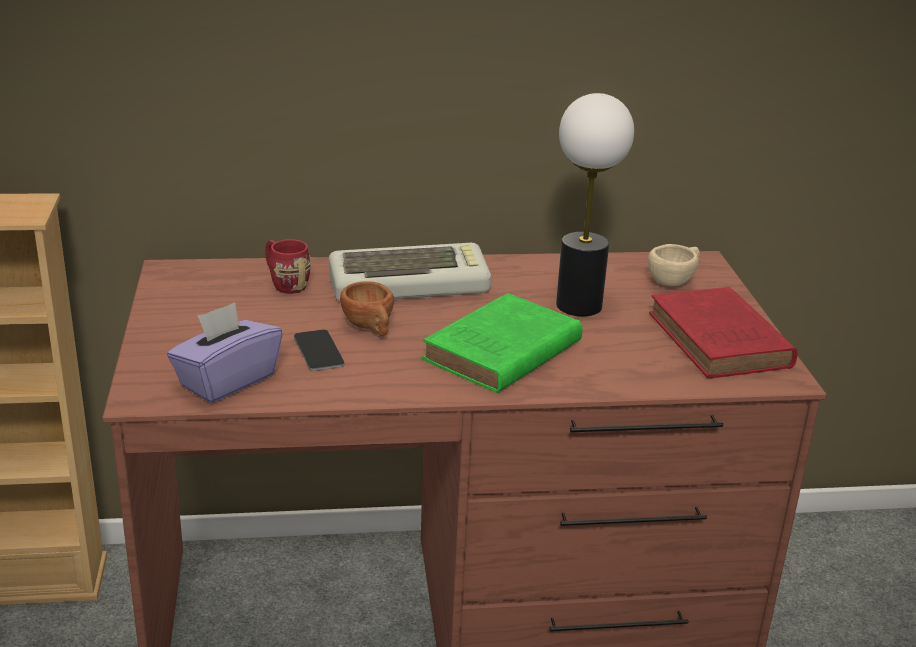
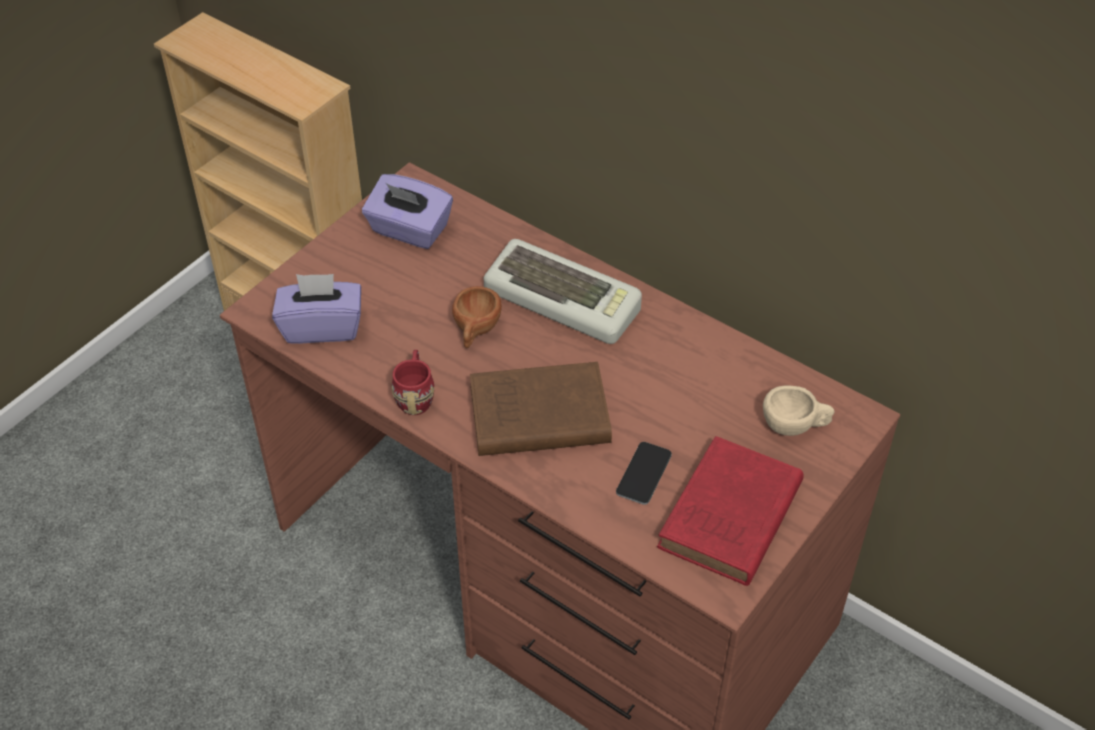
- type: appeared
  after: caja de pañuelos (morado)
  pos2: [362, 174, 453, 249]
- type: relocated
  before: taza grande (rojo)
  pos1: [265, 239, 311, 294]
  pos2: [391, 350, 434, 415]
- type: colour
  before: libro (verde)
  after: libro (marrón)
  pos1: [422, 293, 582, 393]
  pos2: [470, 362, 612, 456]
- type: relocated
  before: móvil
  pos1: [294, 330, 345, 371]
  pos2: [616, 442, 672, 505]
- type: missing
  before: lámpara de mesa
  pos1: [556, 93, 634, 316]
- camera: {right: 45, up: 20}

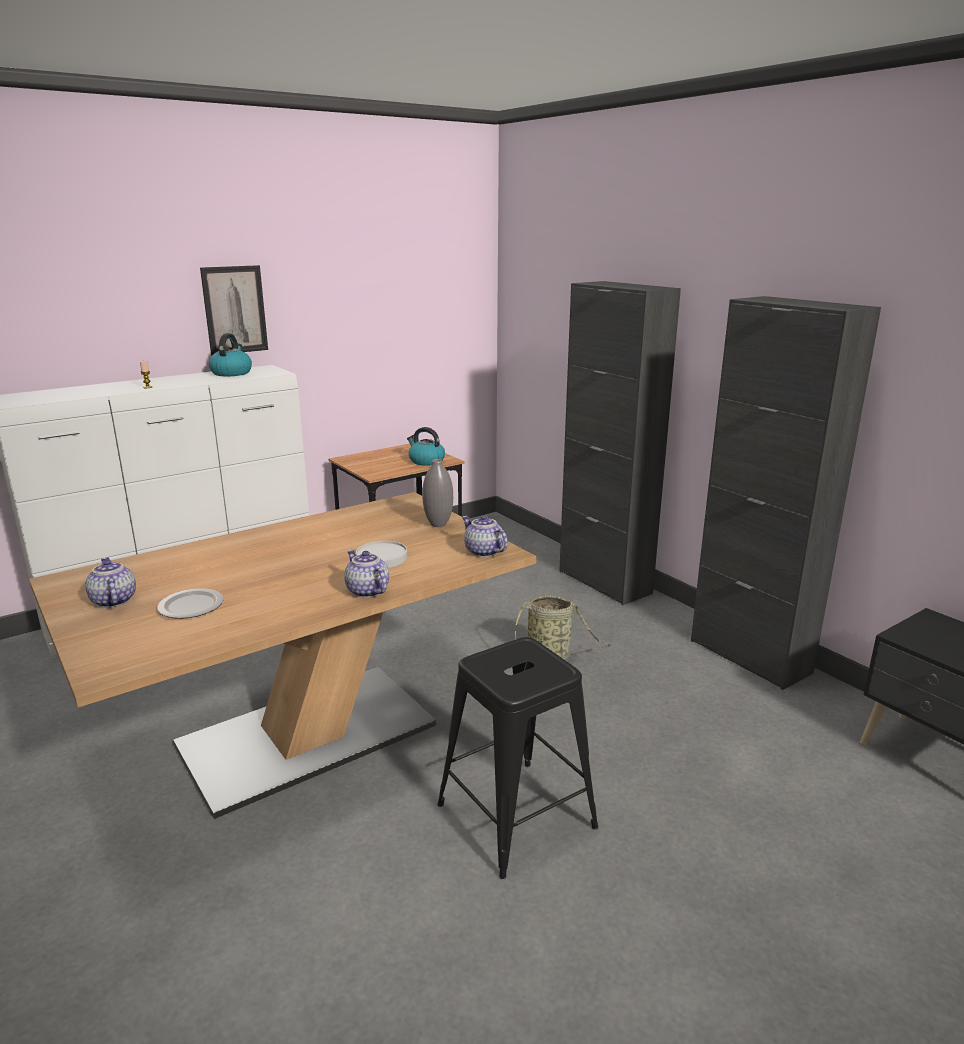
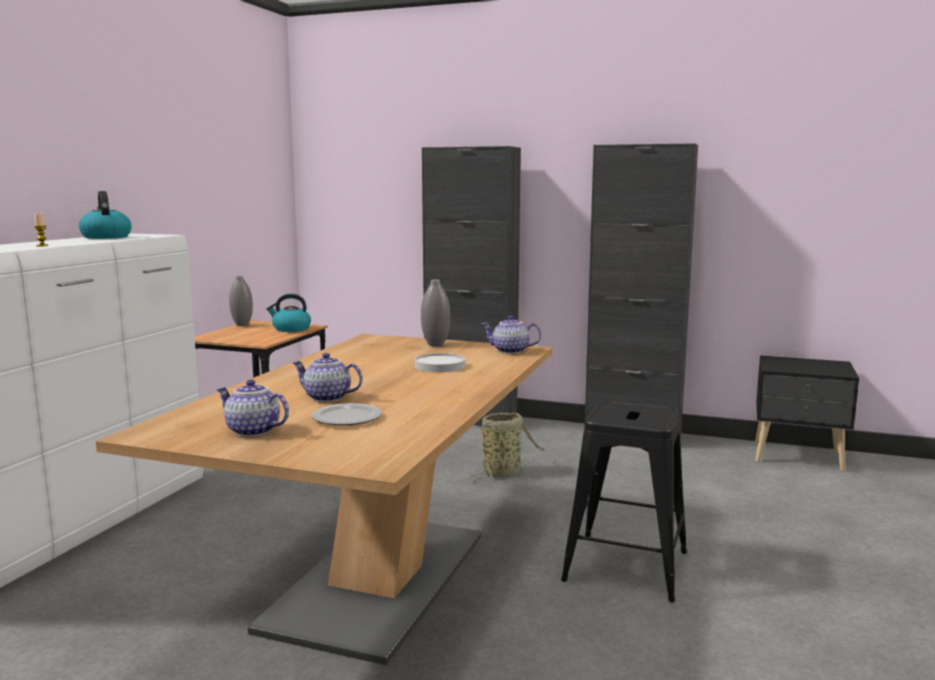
- type: appeared
  after: florero (gris)
  pos2: [229, 276, 253, 326]
- type: relocated
  before: tetera
  pos1: [344, 550, 389, 598]
  pos2: [292, 353, 363, 402]
- type: missing
  before: cuadro
  pos1: [200, 265, 268, 355]
- camera: {right: -35, up: -10}

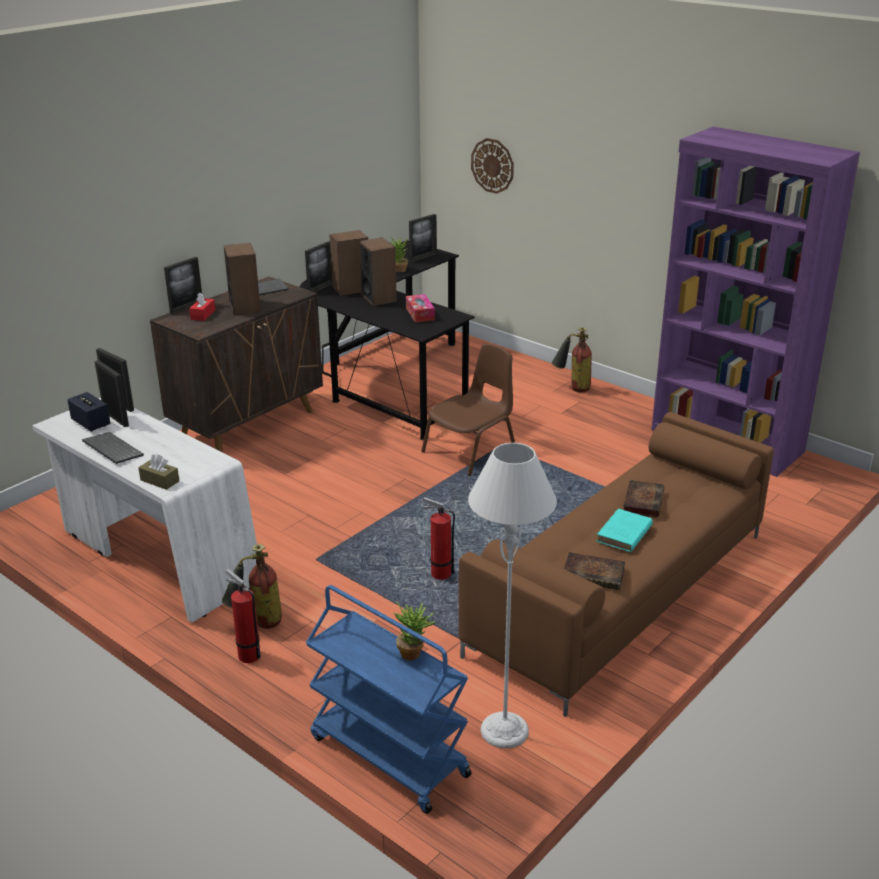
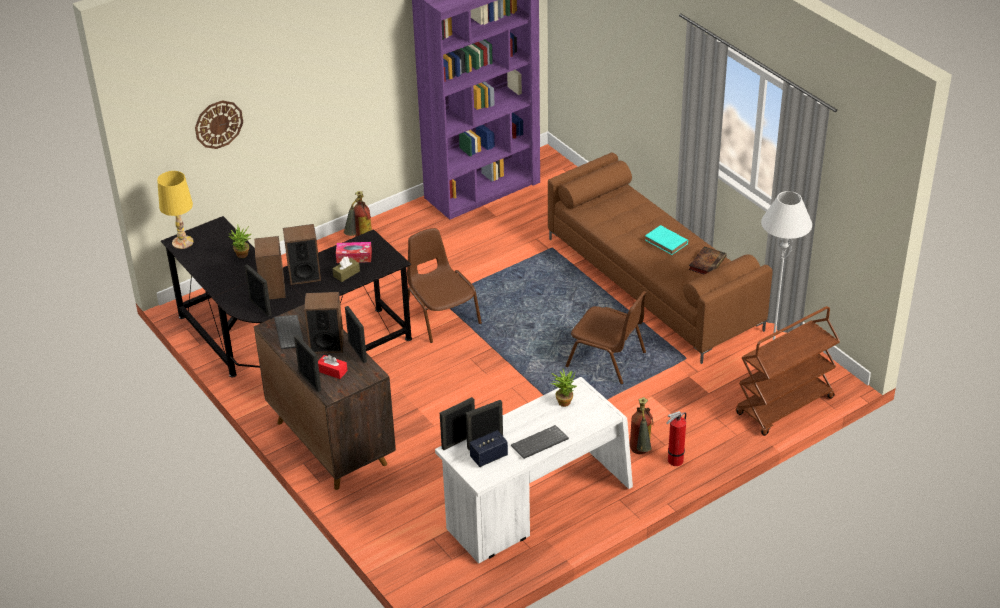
- type: appeared
  after: lámpara de mesa (amarillo)
  pos2: [157, 171, 194, 249]
- type: relocated
  before: caja de pañuelos (marrón)
  pos1: [138, 454, 179, 490]
  pos2: [332, 256, 360, 282]
- type: relocated
  before: portarretratos
  pos1: [409, 214, 437, 262]
  pos2: [345, 306, 367, 363]
- type: relocated
  before: planta en maceta
  pos1: [394, 601, 436, 661]
  pos2: [551, 369, 577, 407]
- type: exchanged
  before: extintor
  after: silla (marrón)
  pos1: [421, 497, 455, 580]
  pos2: [566, 291, 647, 384]
- type: colour
  before: carrito (azul)
  after: carrito (marrón)
  pos1: [306, 585, 472, 814]
  pos2: [736, 306, 840, 436]
- type: missing
  before: libro
  pos1: [623, 480, 664, 518]
- camera: {right: -75, up: 10}

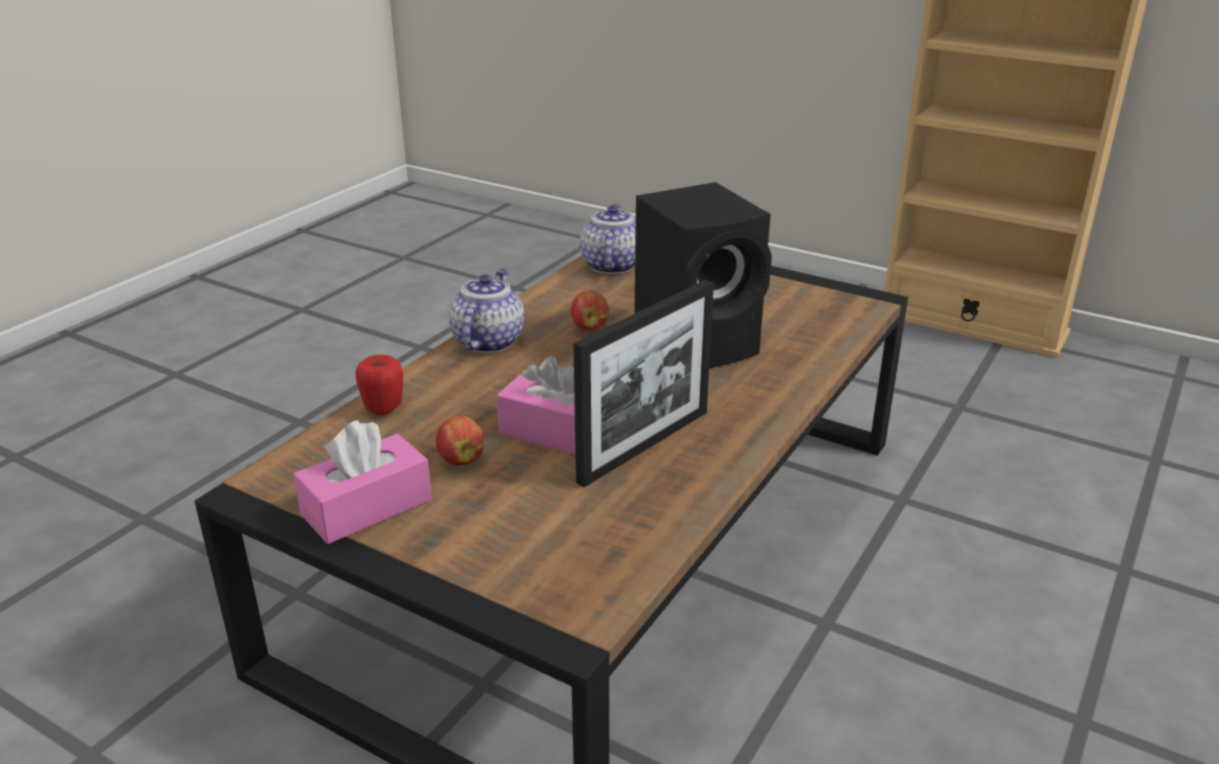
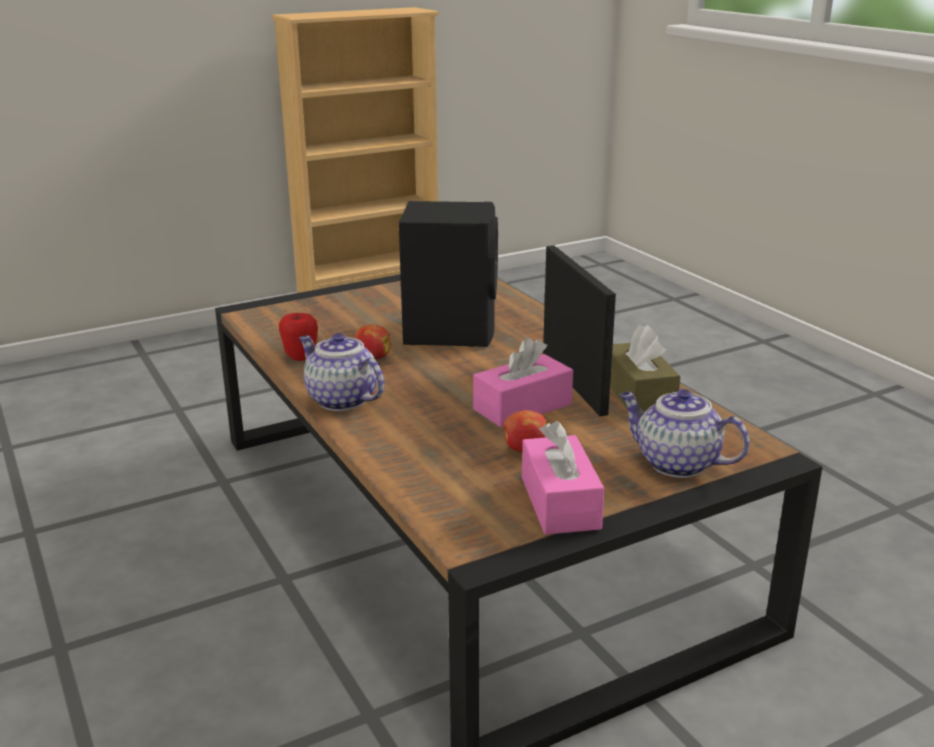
- type: relocated
  before: manzana
  pos1: [355, 355, 403, 415]
  pos2: [279, 313, 318, 361]
- type: appeared
  after: caja de pañuelos (marrón)
  pos2: [610, 325, 681, 412]
- type: relocated
  before: tetera
  pos1: [580, 204, 636, 274]
  pos2: [619, 389, 750, 478]
- camera: {right: -60, up: -5}

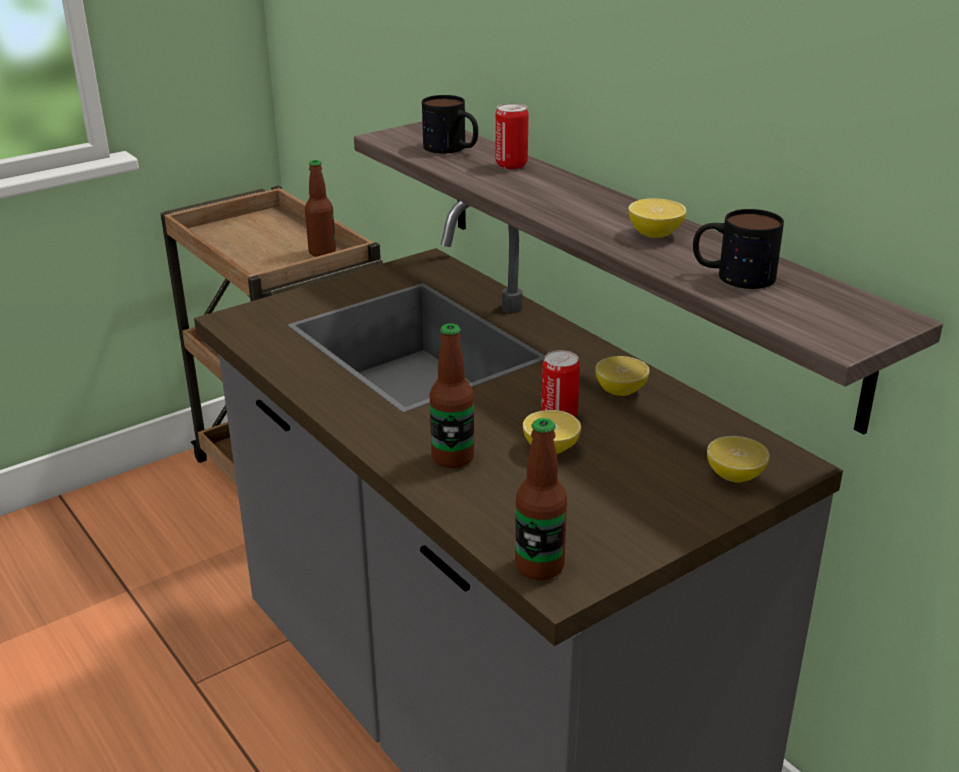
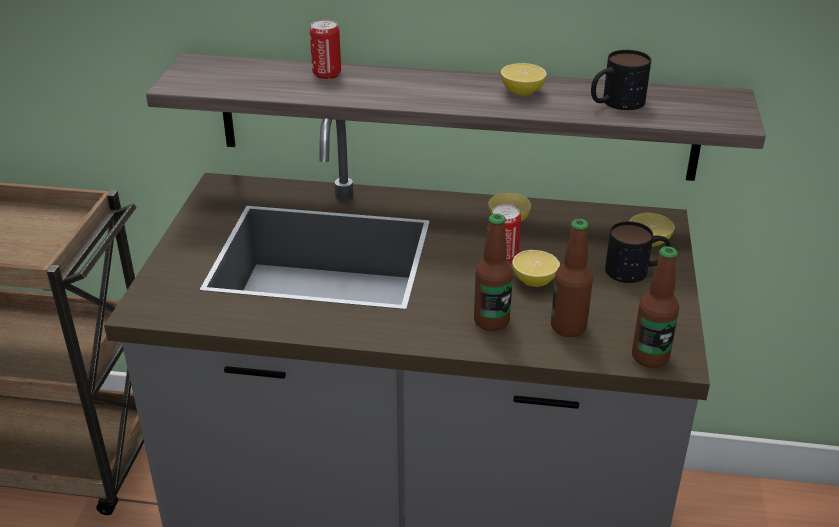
- type: relocated
  before: botella
  pos1: [305, 160, 336, 257]
  pos2: [551, 219, 593, 337]
- type: relocated
  before: taza grande
  pos1: [422, 95, 478, 154]
  pos2: [605, 221, 671, 283]
- camera: {right: -45, up: 5}

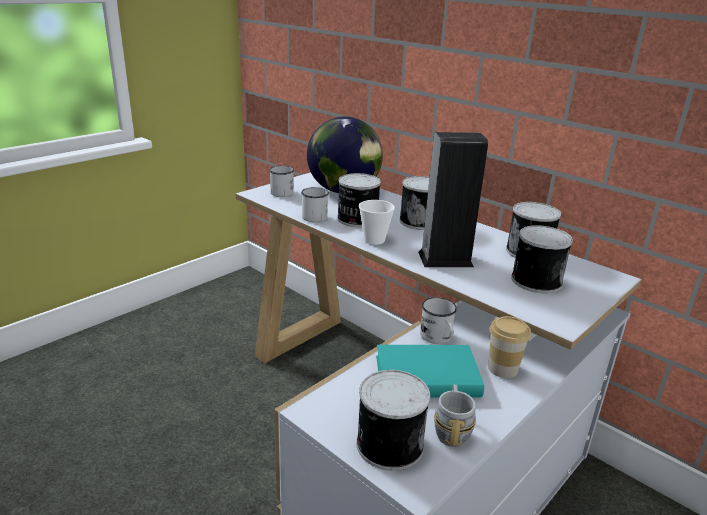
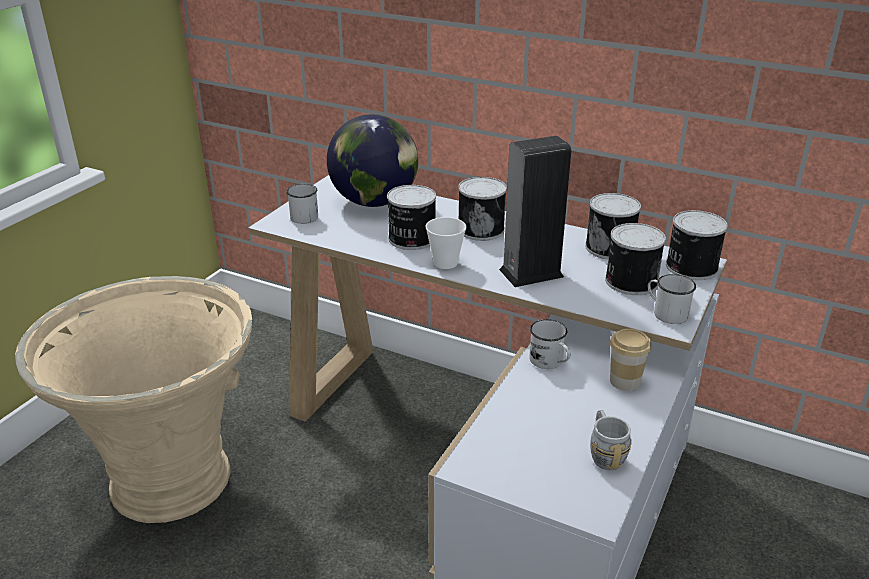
- type: appeared
  after: maceta (beis)
  pos2: [15, 276, 252, 523]
- type: relocated
  before: taza grande (blanco)
  pos1: [301, 187, 329, 222]
  pos2: [648, 274, 696, 324]
- type: relocated
  before: lata
  pos1: [356, 370, 430, 471]
  pos2: [666, 210, 728, 280]
- type: missing
  before: libro (turquesa)
  pos1: [376, 345, 484, 397]
- camera: {right: -15, up: 5}

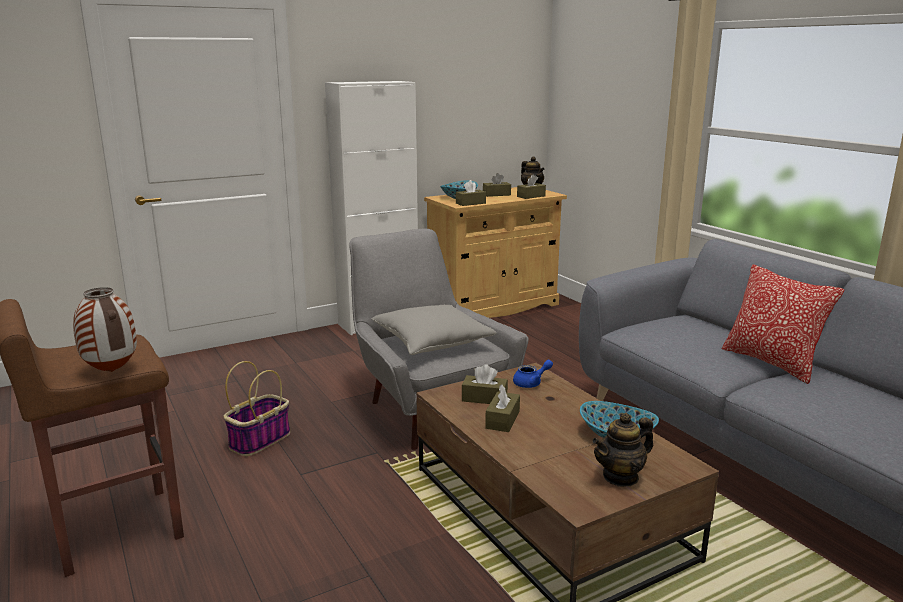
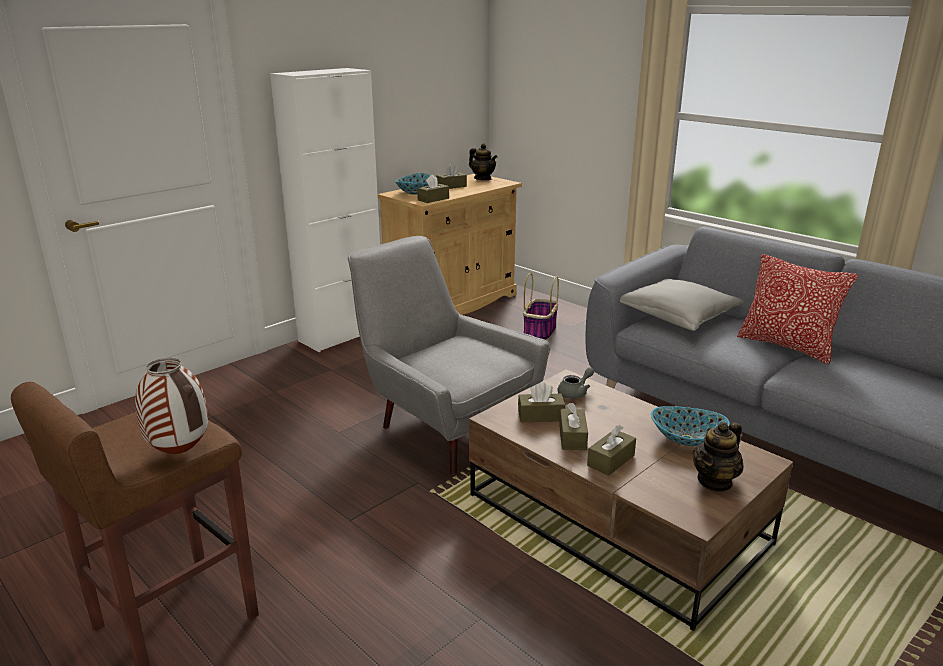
- type: relocated
  before: cesta
  pos1: [224, 361, 290, 456]
  pos2: [523, 273, 559, 340]
- type: colour
  before: tetera (azul)
  after: tetera (gris)
  pos1: [513, 360, 553, 388]
  pos2: [558, 367, 594, 399]
- type: relocated
  before: caja de pañuelos (marrón)
  pos1: [517, 175, 546, 199]
  pos2: [587, 425, 636, 476]
- type: relocated
  before: cojín (gris)
  pos1: [372, 305, 496, 355]
  pos2: [620, 279, 743, 331]
- camera: {right: -15, up: 5}

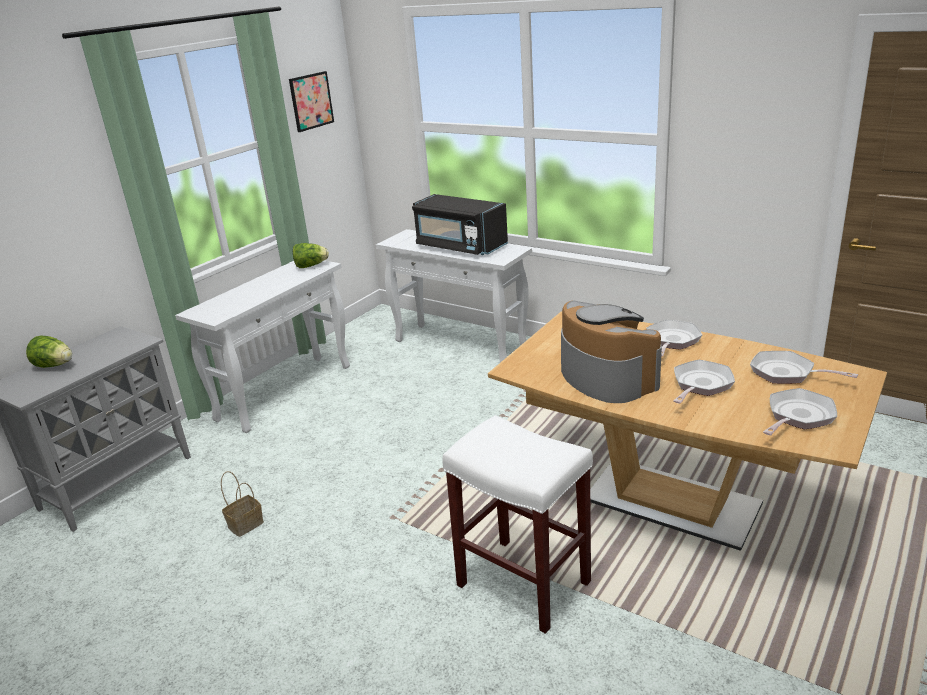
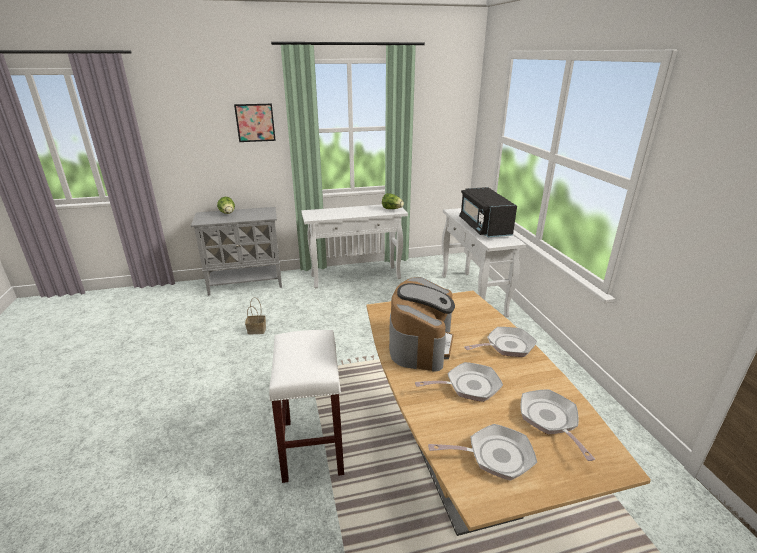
- type: relocated
  before: cuadro
  pos1: [289, 71, 334, 132]
  pos2: [234, 104, 276, 142]
- camera: {right: 40, up: 0}

